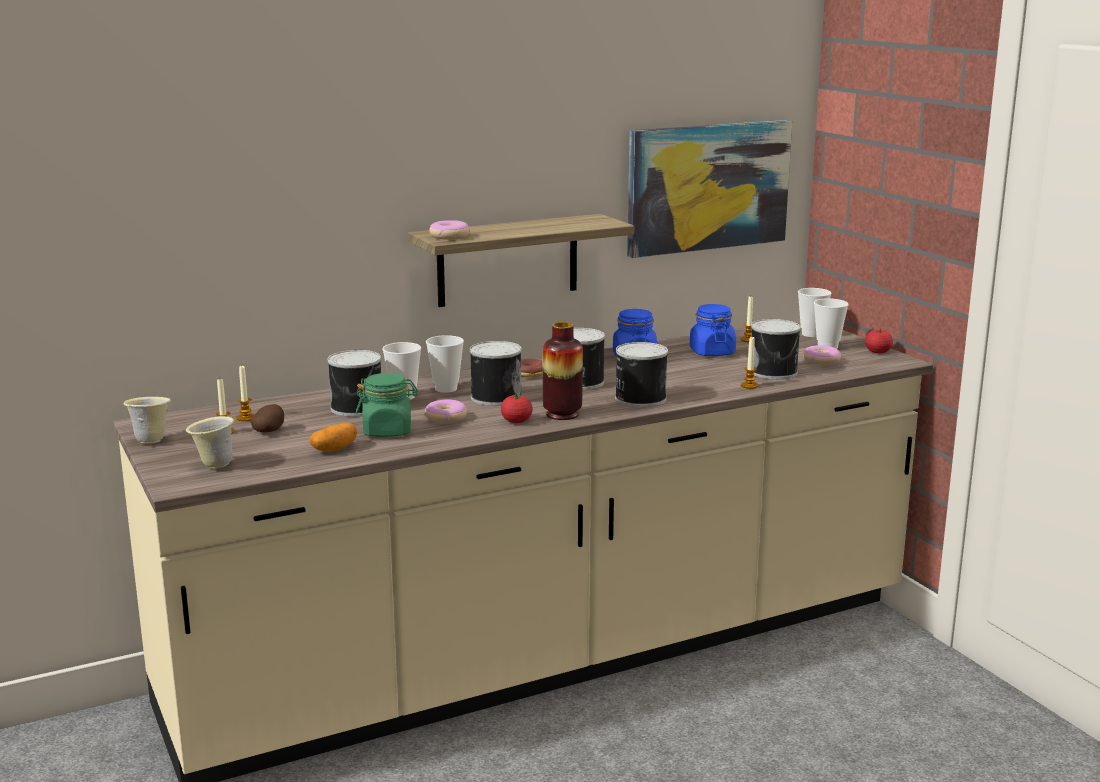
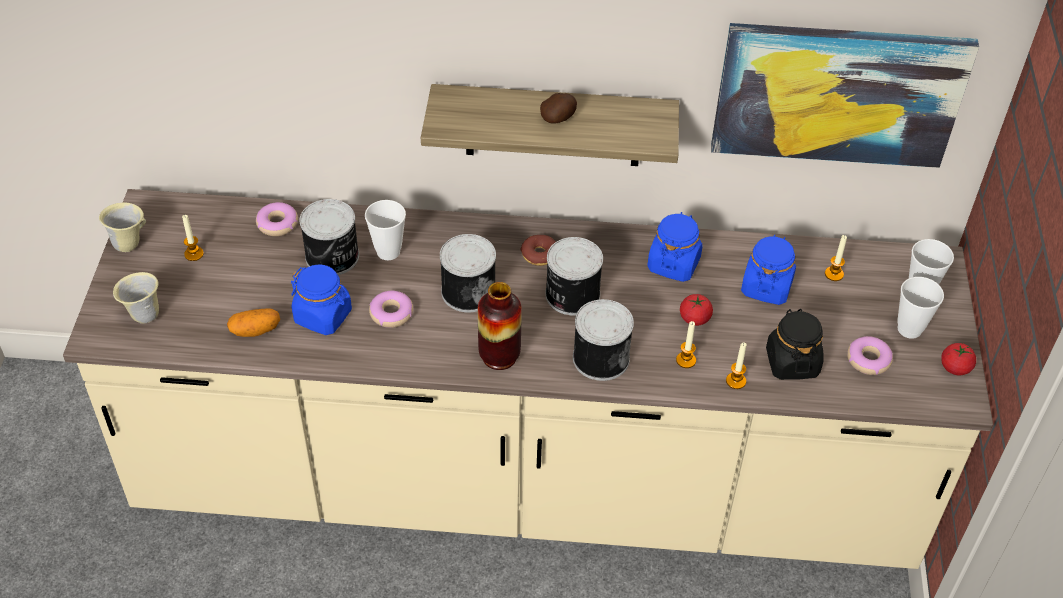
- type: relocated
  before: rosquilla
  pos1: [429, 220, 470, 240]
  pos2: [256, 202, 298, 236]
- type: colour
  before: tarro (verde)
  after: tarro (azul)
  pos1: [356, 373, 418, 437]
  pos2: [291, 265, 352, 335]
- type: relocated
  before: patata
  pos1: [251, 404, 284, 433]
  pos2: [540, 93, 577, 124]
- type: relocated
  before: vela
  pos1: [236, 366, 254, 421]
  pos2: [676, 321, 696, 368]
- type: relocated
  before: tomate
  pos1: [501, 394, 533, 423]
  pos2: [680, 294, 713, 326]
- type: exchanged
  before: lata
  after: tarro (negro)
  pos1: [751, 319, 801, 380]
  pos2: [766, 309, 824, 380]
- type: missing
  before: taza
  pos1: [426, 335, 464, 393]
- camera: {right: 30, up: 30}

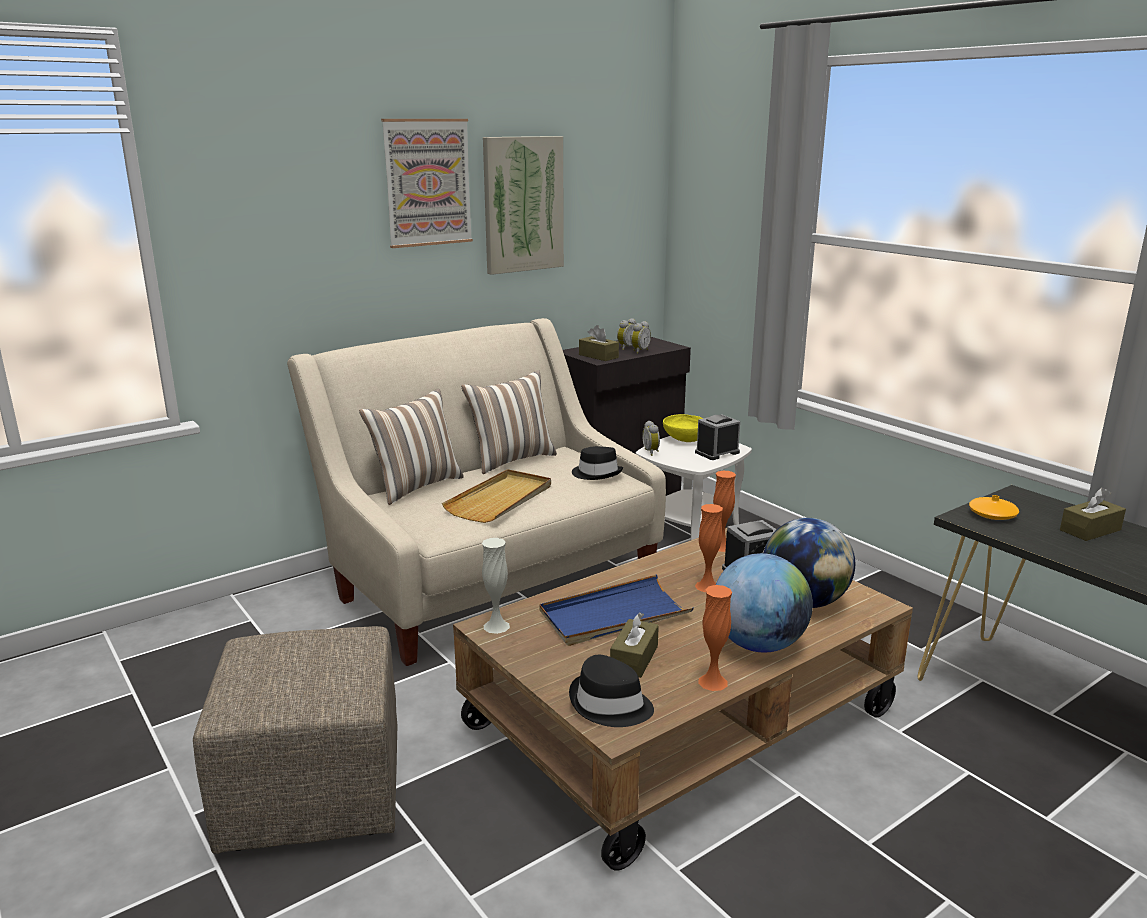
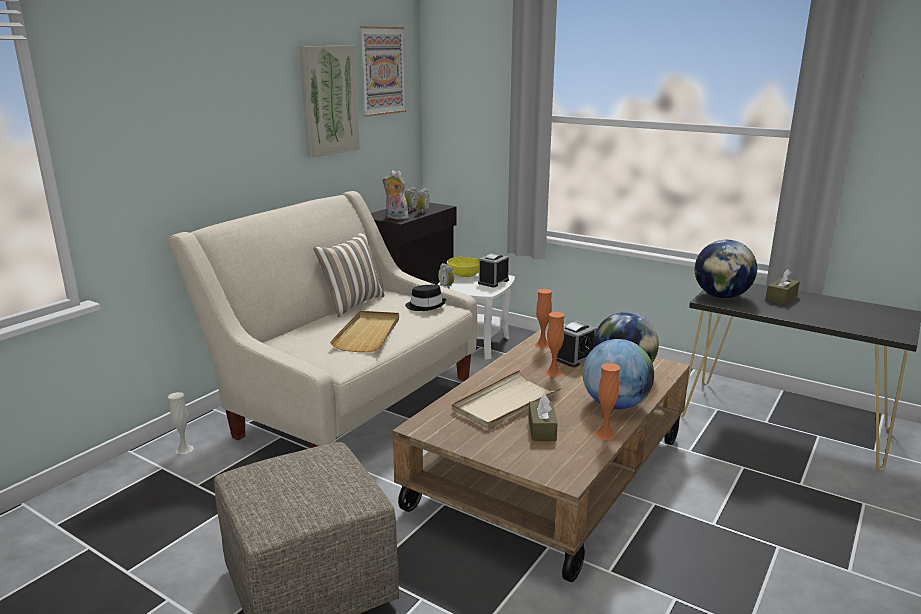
- type: relocated
  before: florero (blanco)
  pos1: [482, 538, 510, 634]
  pos2: [168, 392, 194, 454]
- type: relocated
  before: cuadro
  pos1: [381, 119, 473, 248]
  pos2: [360, 26, 406, 117]
- type: exchanged
  before: caja de pañuelos (marrón)
  after: peluche
  pos1: [579, 325, 619, 361]
  pos2: [383, 170, 409, 220]
- type: colour
  before: bandeja (azul)
  after: bandeja (beis)
  pos1: [539, 575, 694, 646]
  pos2: [452, 370, 562, 429]
- type: exchanged
  before: florero (naranja)
  after: globo terráqueo
  pos1: [969, 495, 1019, 520]
  pos2: [695, 240, 757, 298]
- type: missing
  before: cojín
  pos1: [359, 389, 464, 505]
- type: missing
  before: sombrero (negro)
  pos1: [569, 655, 654, 727]
- camera: {right: -20, up: 0}

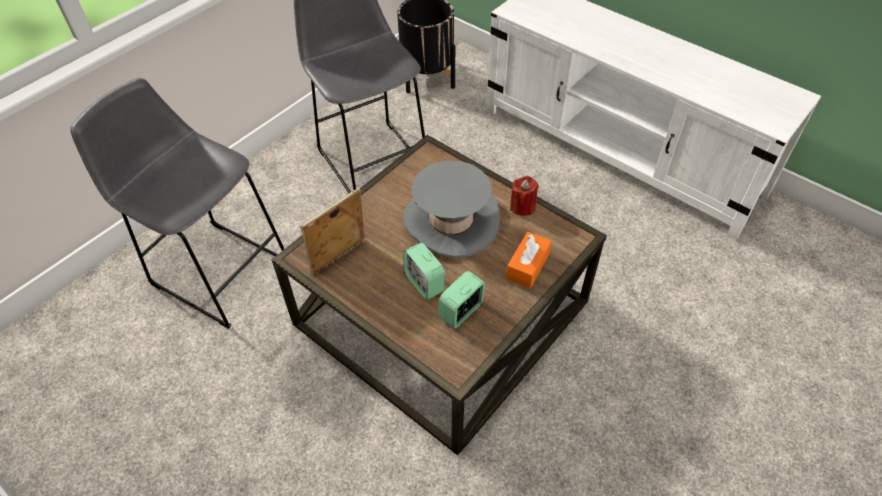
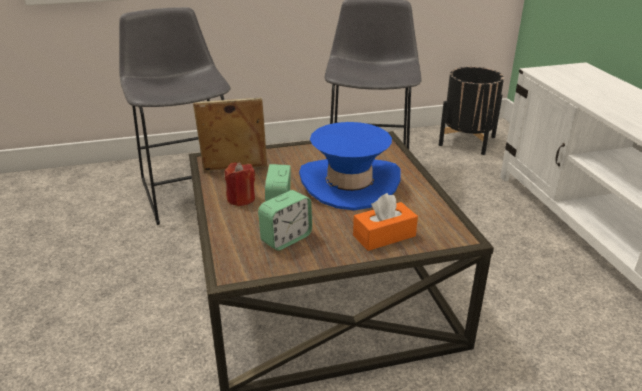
- type: relocated
  before: vela (rojo)
  pos1: [510, 176, 539, 216]
  pos2: [225, 162, 255, 206]
- type: spun
  before: despertador
  pos1: [438, 271, 485, 328]
  pos2: [258, 190, 312, 251]
  turn: 150
- type: colour
  before: sombrero (gris)
  after: sombrero (azul)
  pos1: [402, 160, 500, 258]
  pos2: [299, 122, 401, 210]
- camera: {right: 35, up: -20}

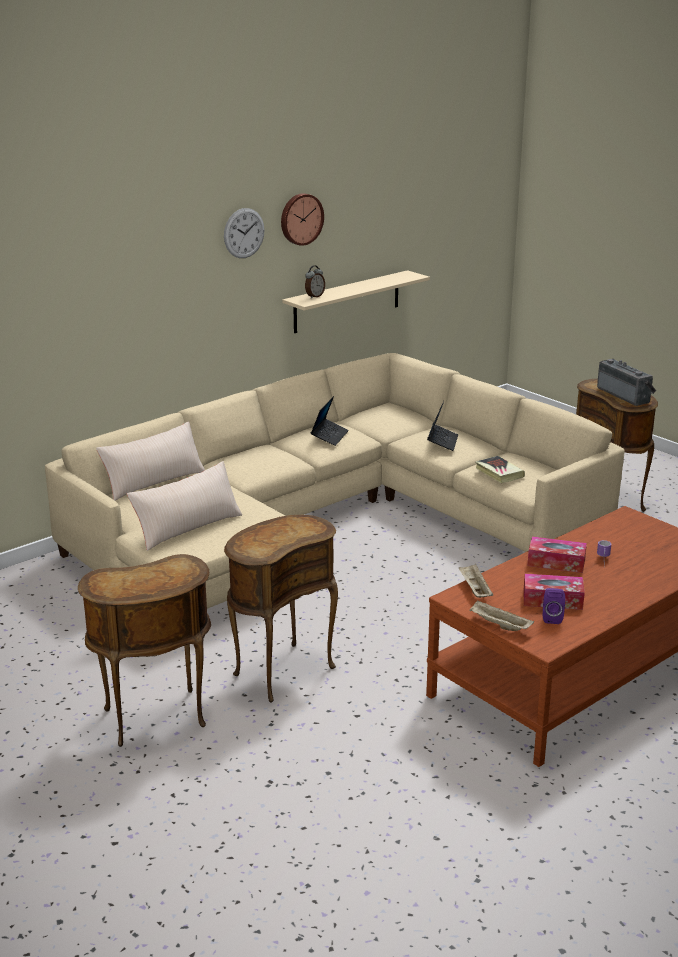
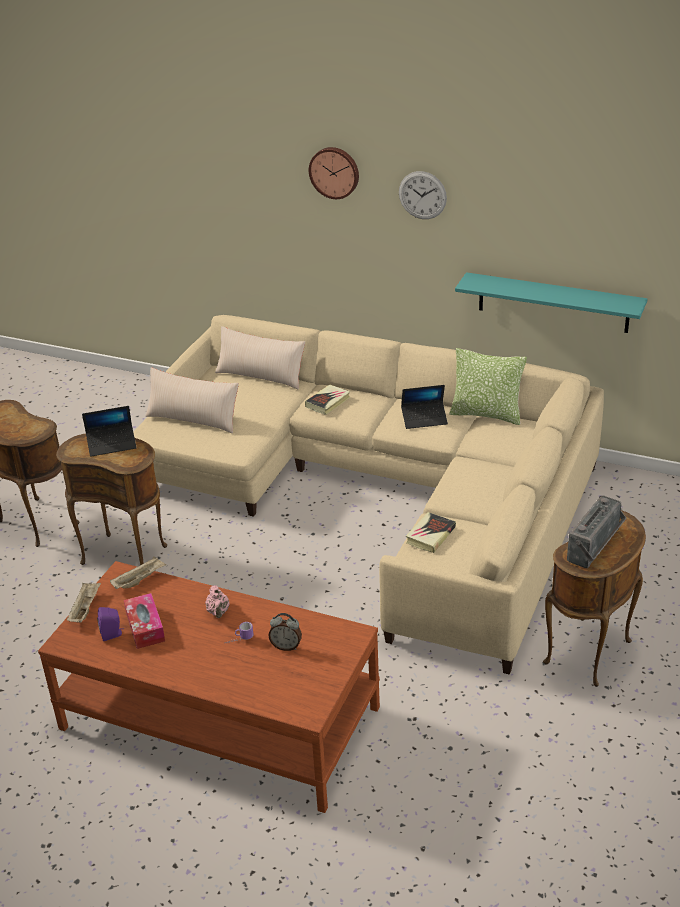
- type: relocated
  before: portátil
  pos1: [427, 401, 458, 451]
  pos2: [82, 406, 137, 457]
- type: exchanged
  before: caja de pañuelos
  after: tetera (rosa)
  pos1: [527, 536, 587, 573]
  pos2: [205, 585, 230, 618]
- type: relocated
  before: despertador
  pos1: [305, 265, 325, 299]
  pos2: [268, 613, 302, 651]
- type: appeared
  after: libro
  pos2: [305, 385, 350, 415]
- type: relocated
  before: reloj de pared
  pos1: [281, 193, 324, 246]
  pos2: [309, 147, 359, 199]
- type: appeared
  after: cojín
  pos2: [449, 348, 527, 425]
- type: colour
  before: estante (beis)
  after: estante (turquesa)
  pos1: [282, 270, 430, 333]
  pos2: [455, 272, 647, 333]
- camera: {right: 65, up: 10}

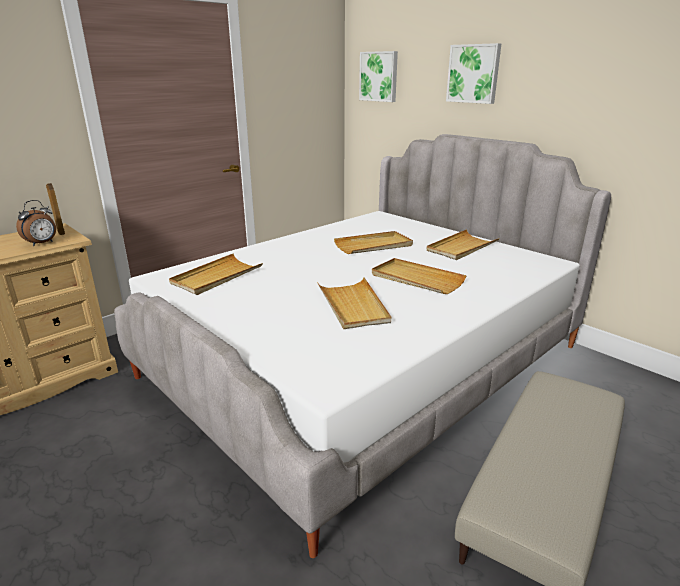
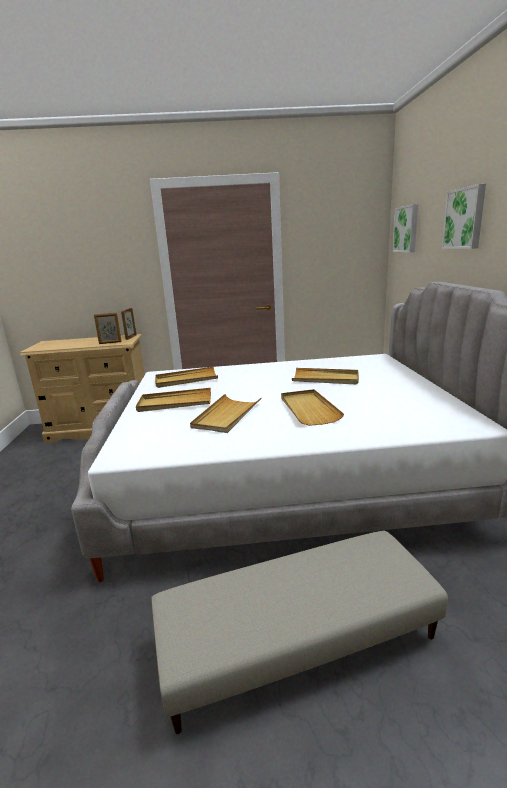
- type: exchanged
  before: despertador
  after: portarretratos
  pos1: [16, 200, 56, 246]
  pos2: [94, 313, 122, 344]
- type: relocated
  before: bandeja (beis)
  pos1: [427, 229, 500, 260]
  pos2: [136, 388, 211, 412]
- camera: {right: 40, up: -5}

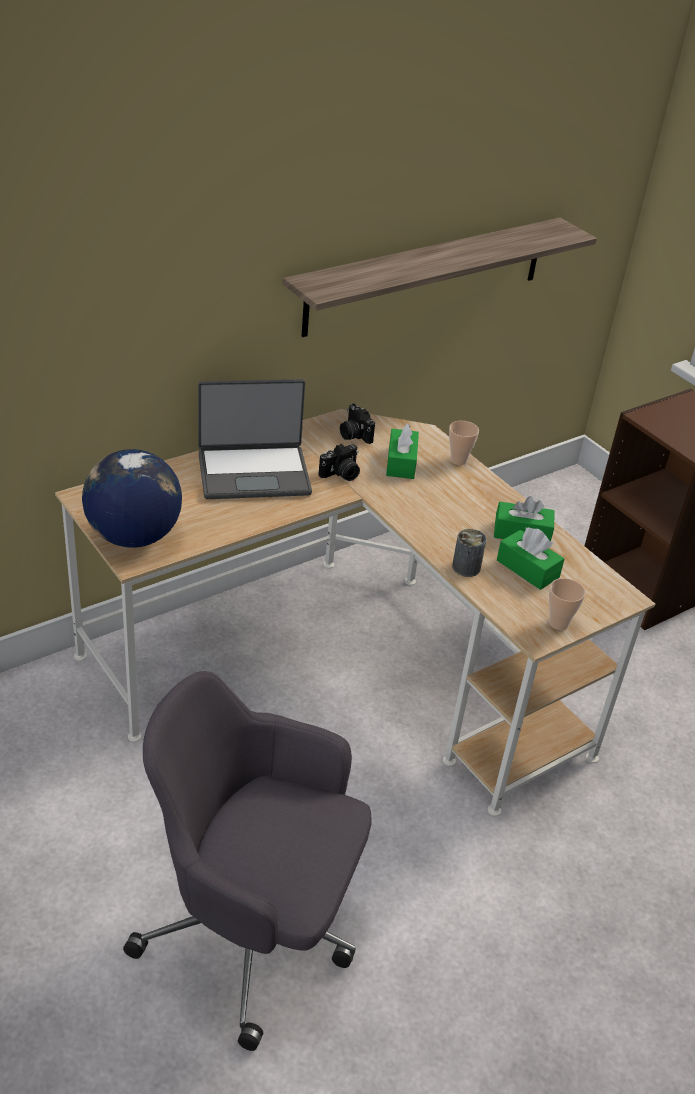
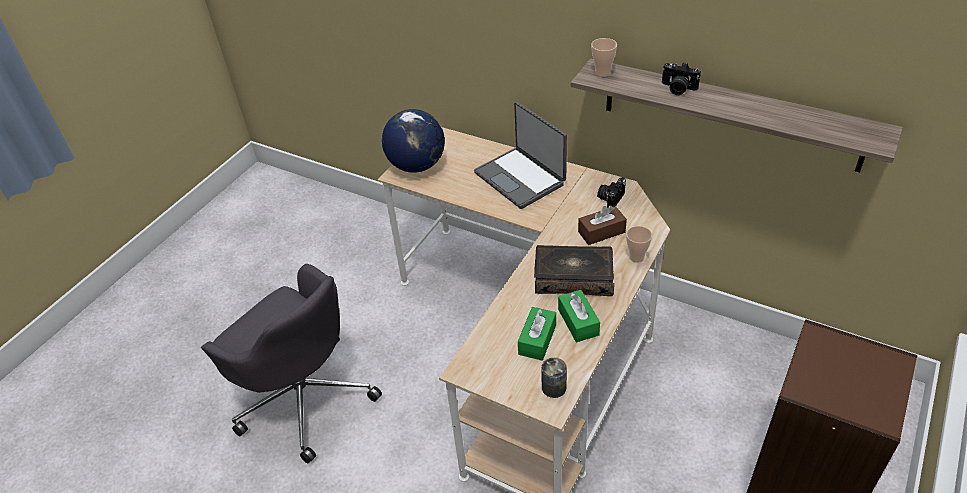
- type: spun
  before: silla de oficina (gris)
  pos1: [123, 671, 372, 1051]
  pos2: [201, 264, 382, 464]
  turn: 135
- type: appeared
  after: libro
  pos2: [534, 245, 614, 296]
- type: relocated
  before: lata
  pos1: [452, 529, 487, 577]
  pos2: [541, 357, 567, 398]
- type: colour
  before: caja de pañuelos (verde)
  after: caja de pañuelos (marrón)
  pos1: [386, 423, 419, 479]
  pos2: [578, 206, 627, 245]
- type: relocated
  before: taza
  pos1: [549, 578, 586, 630]
  pos2: [591, 38, 617, 77]
- type: relocated
  before: cámara
  pos1: [318, 444, 360, 481]
  pos2: [662, 62, 701, 95]
- camera: {right: 70, up: 5}

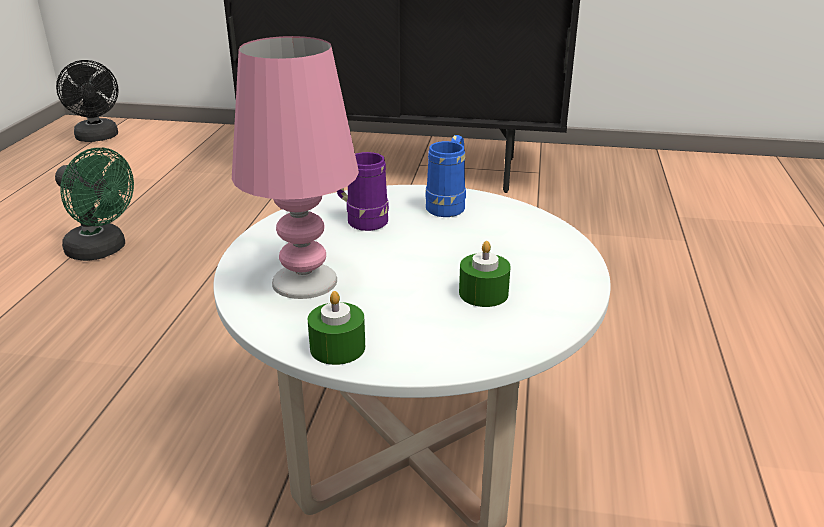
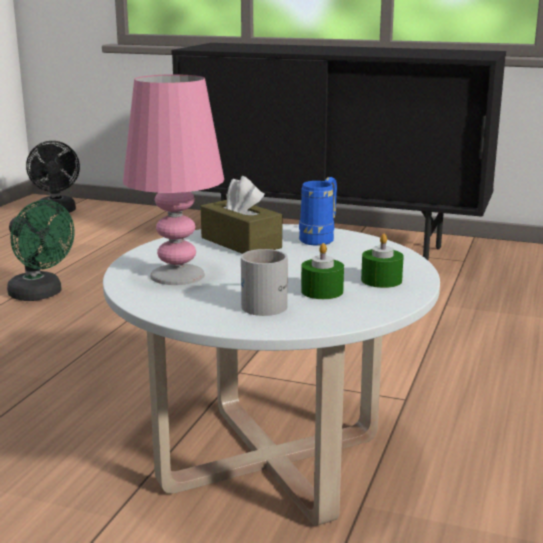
- type: exchanged
  before: taza grande (morado)
  after: caja de pañuelos (marrón)
  pos1: [337, 152, 389, 231]
  pos2: [201, 176, 282, 254]
- type: appeared
  after: taza grande (blanco)
  pos2: [241, 249, 288, 316]
- type: relocated
  before: vela (verde)
  pos1: [308, 291, 365, 365]
  pos2: [361, 234, 404, 288]
- camera: {right: 10, up: -10}

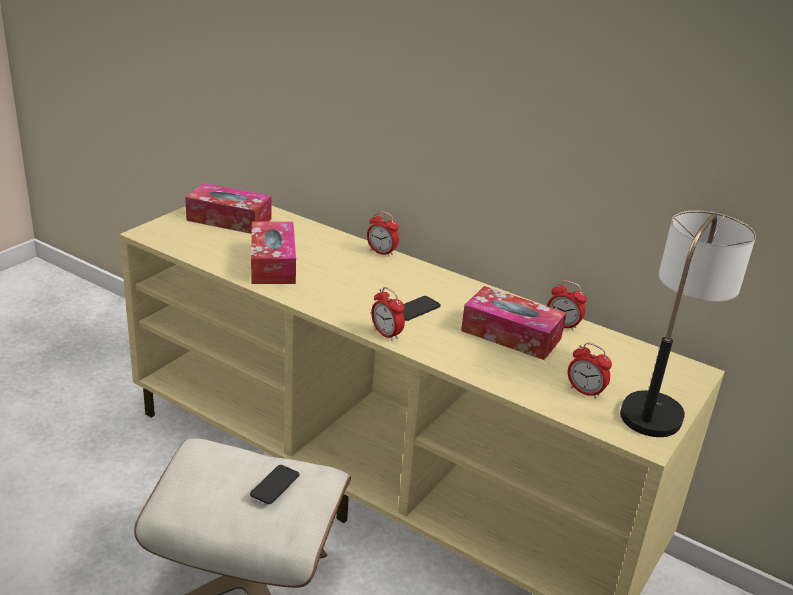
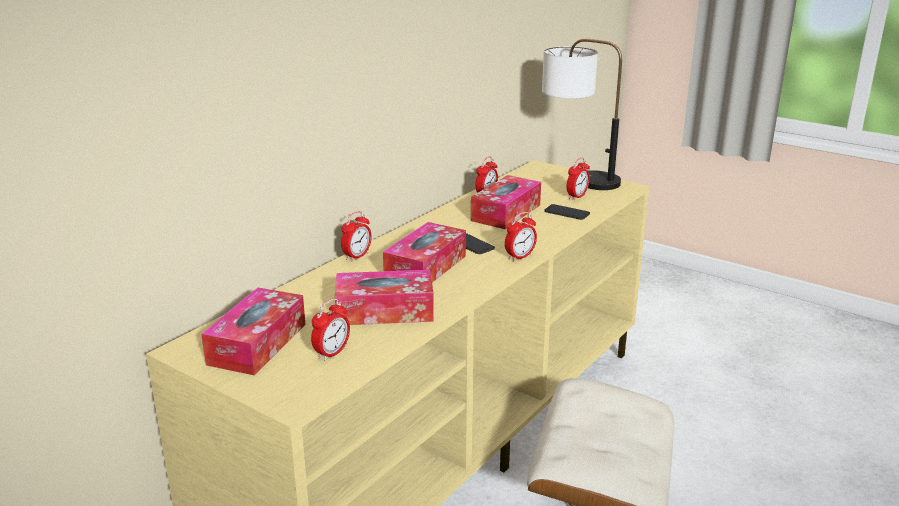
- type: appeared
  after: despertador
  pos2: [311, 299, 350, 361]
- type: appeared
  after: caja de pañuelos
  pos2: [383, 222, 466, 282]
- type: relocated
  before: móvil
  pos1: [250, 465, 299, 504]
  pos2: [544, 204, 590, 220]
- camera: {right: -85, up: -5}

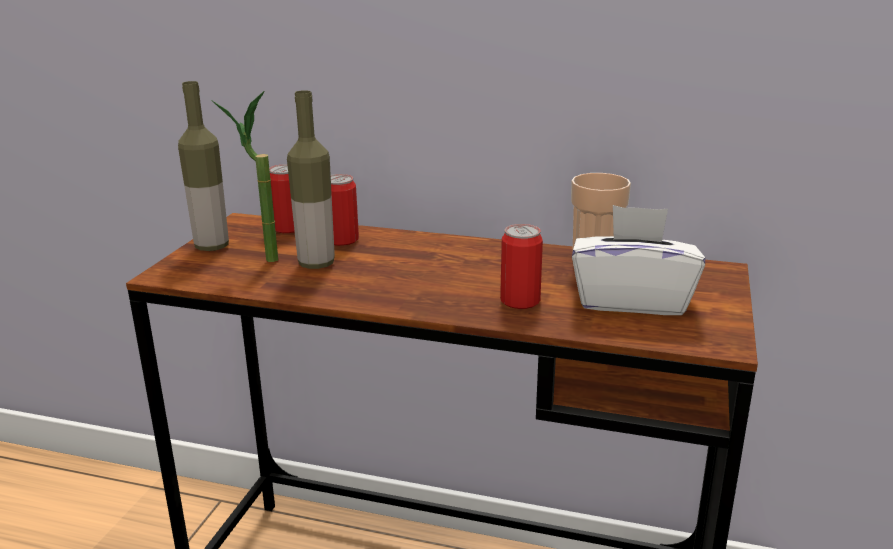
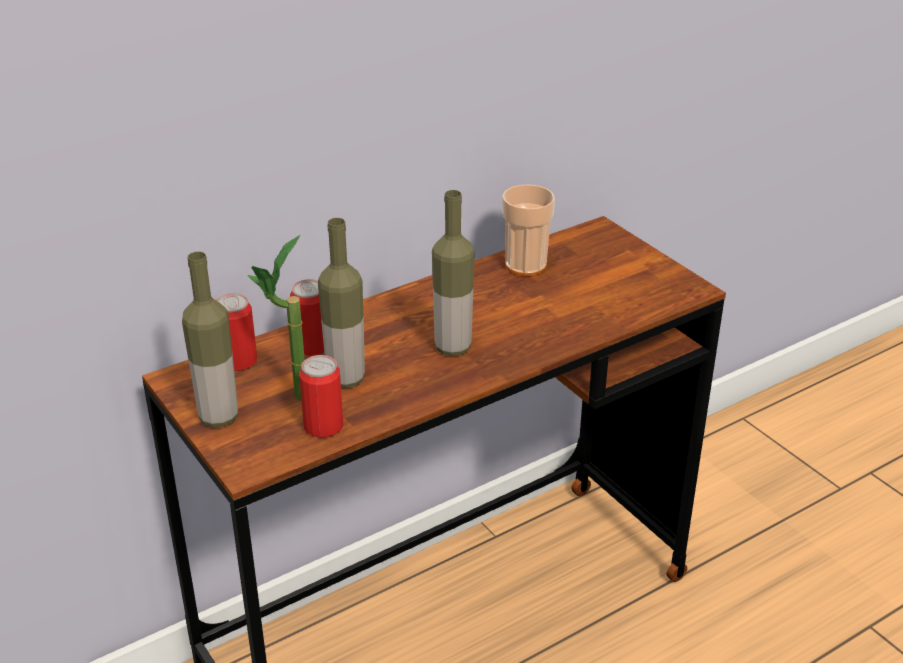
- type: relocated
  before: lata
  pos1: [500, 224, 543, 309]
  pos2: [299, 355, 344, 438]
- type: appeared
  after: botella
  pos2: [432, 190, 474, 356]
- type: missing
  before: caja de pañuelos (blanco)
  pos1: [572, 205, 705, 315]
- camera: {right: -50, up: 10}

